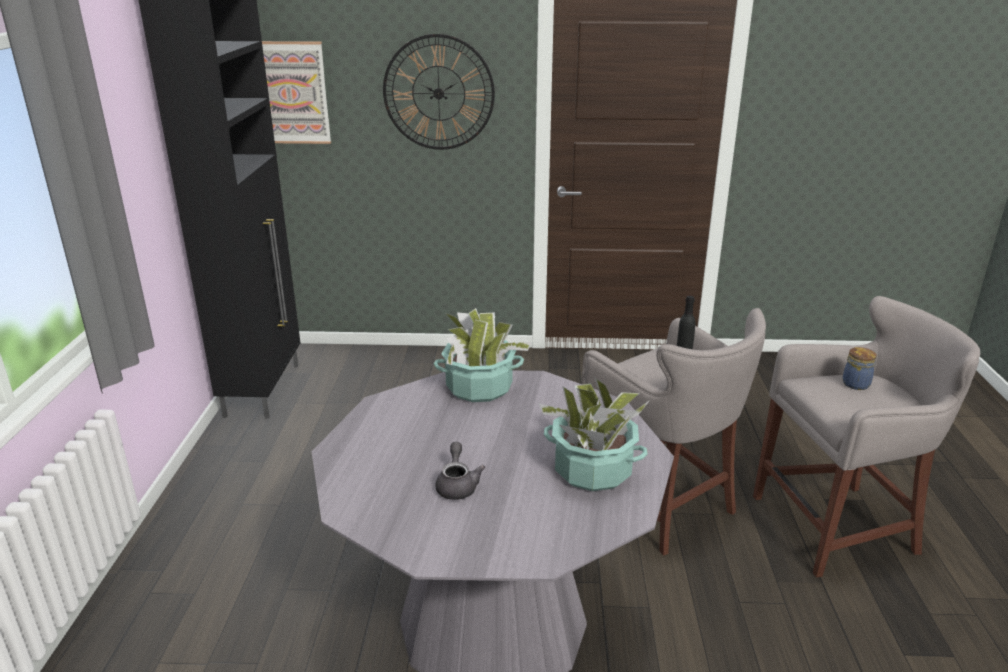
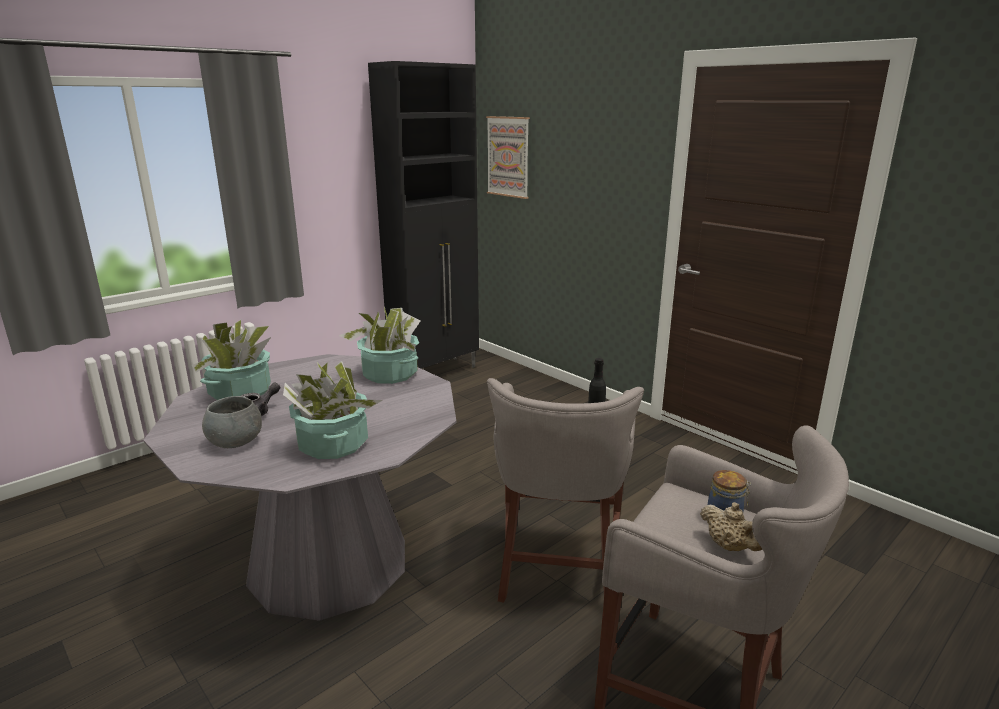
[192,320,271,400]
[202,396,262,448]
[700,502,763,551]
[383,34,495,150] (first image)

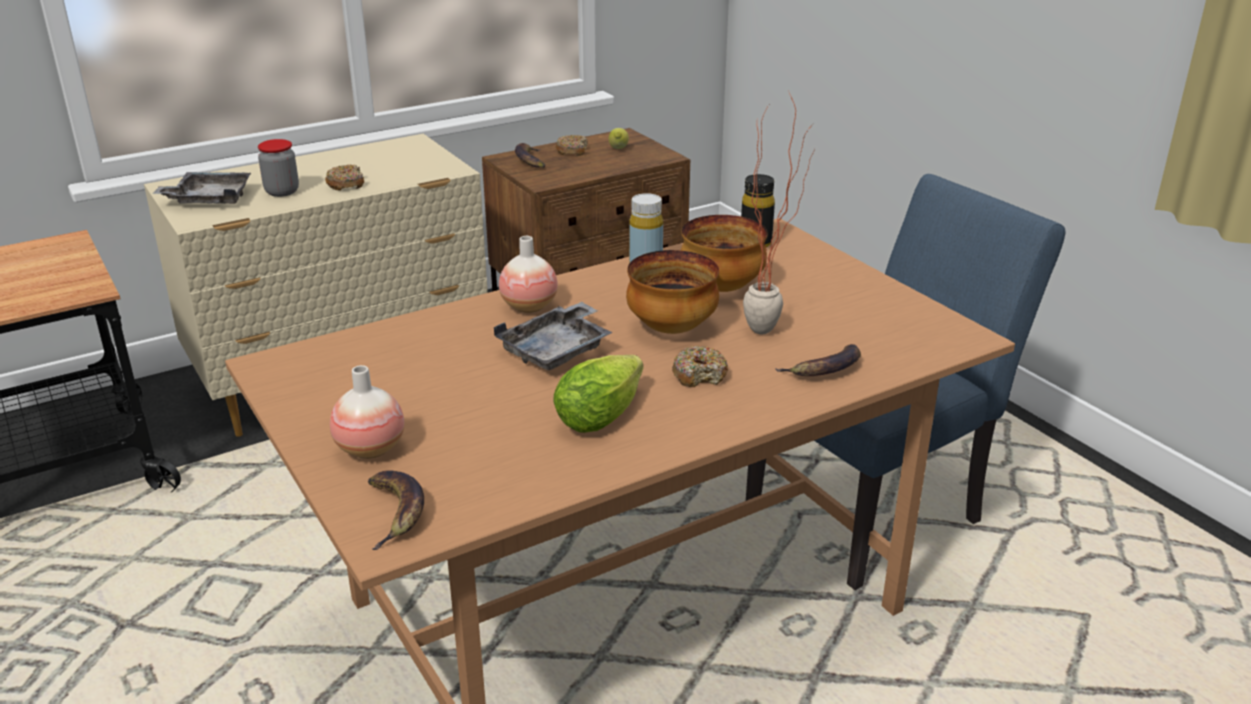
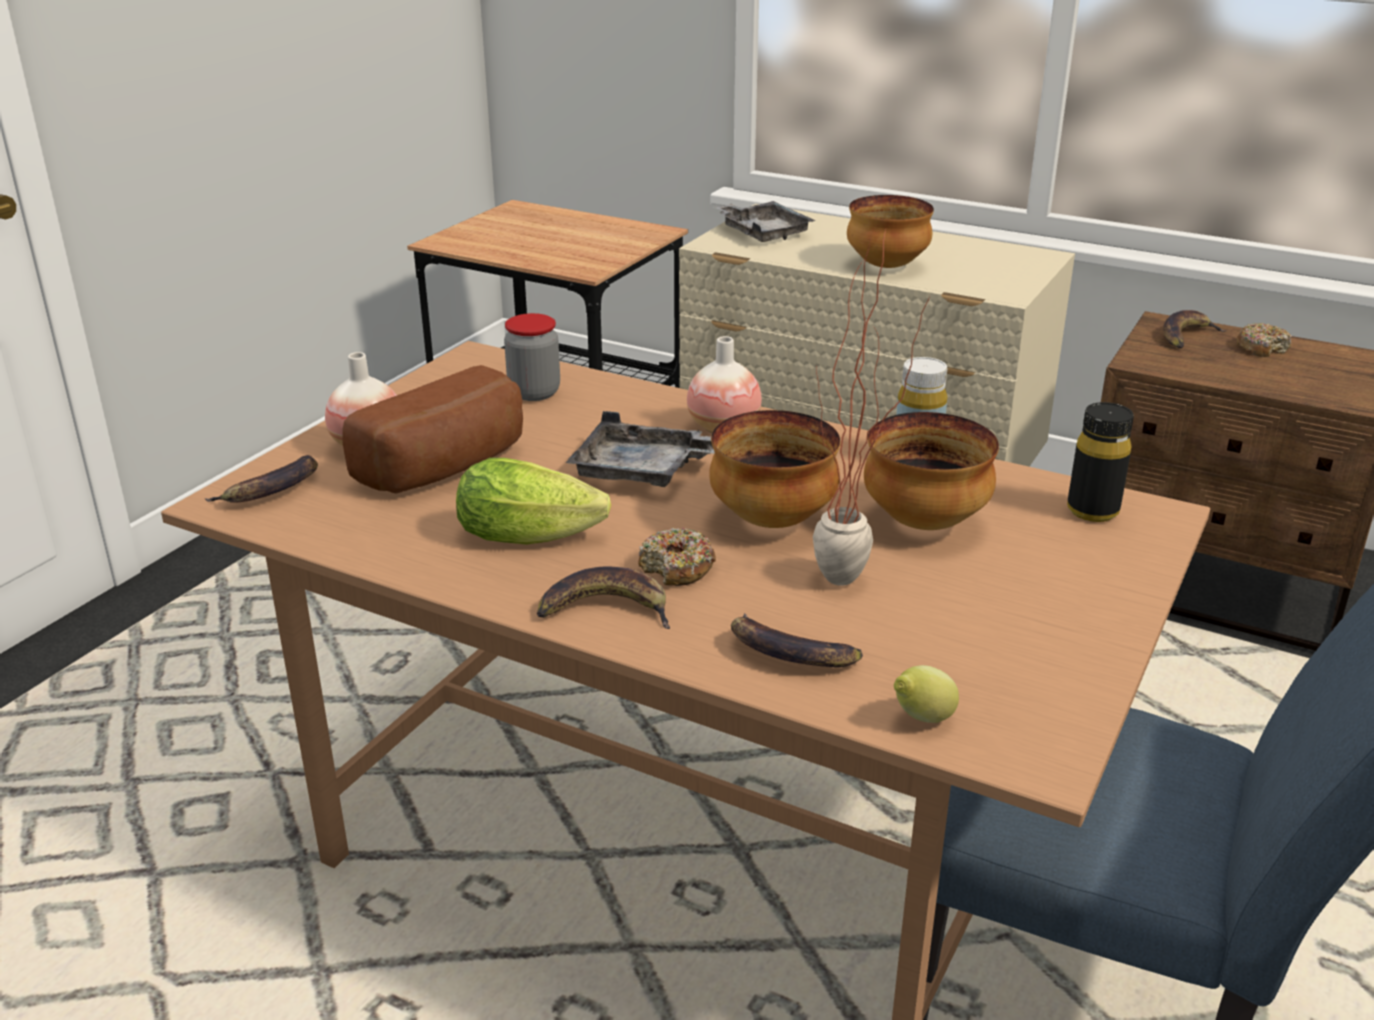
[342,365,523,494]
[504,313,560,401]
[537,566,670,629]
[847,195,934,268]
[894,665,959,723]

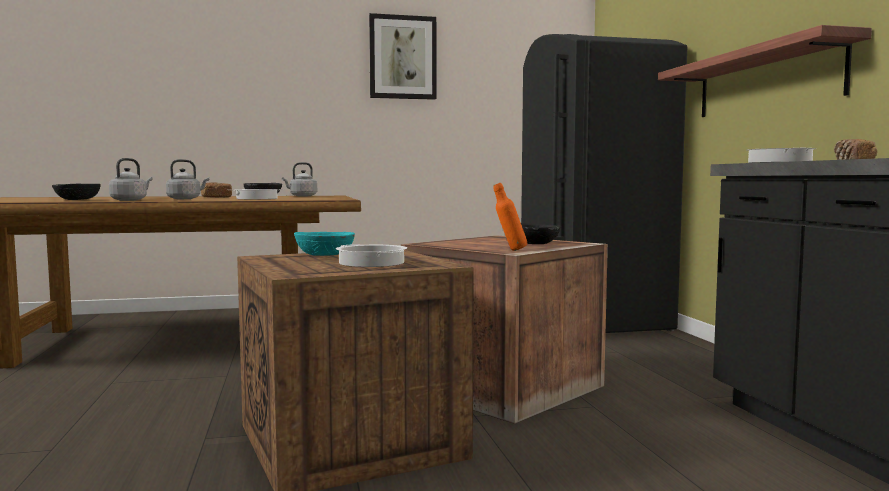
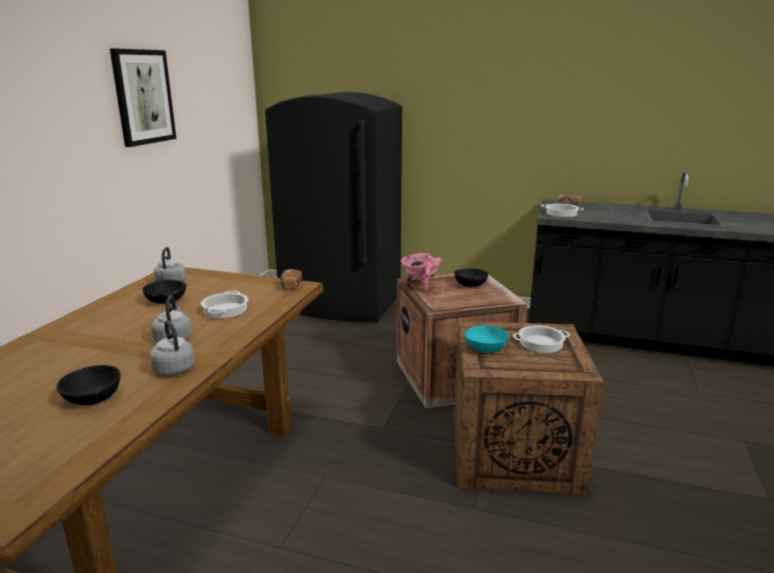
[280,269,302,290]
[401,253,442,293]
[493,183,527,251] (first image)
[658,25,872,117] (first image)

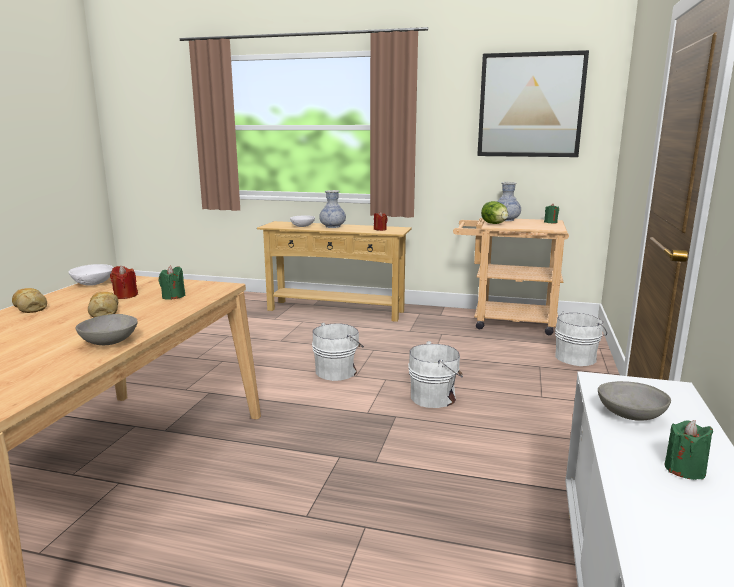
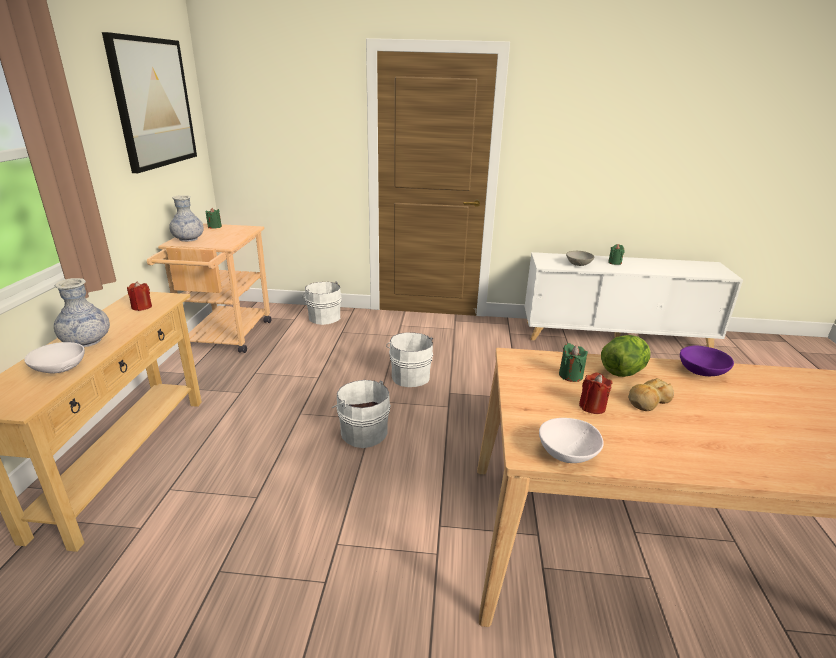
[601,335,651,377]
[680,346,734,376]
[12,288,47,313] (first image)

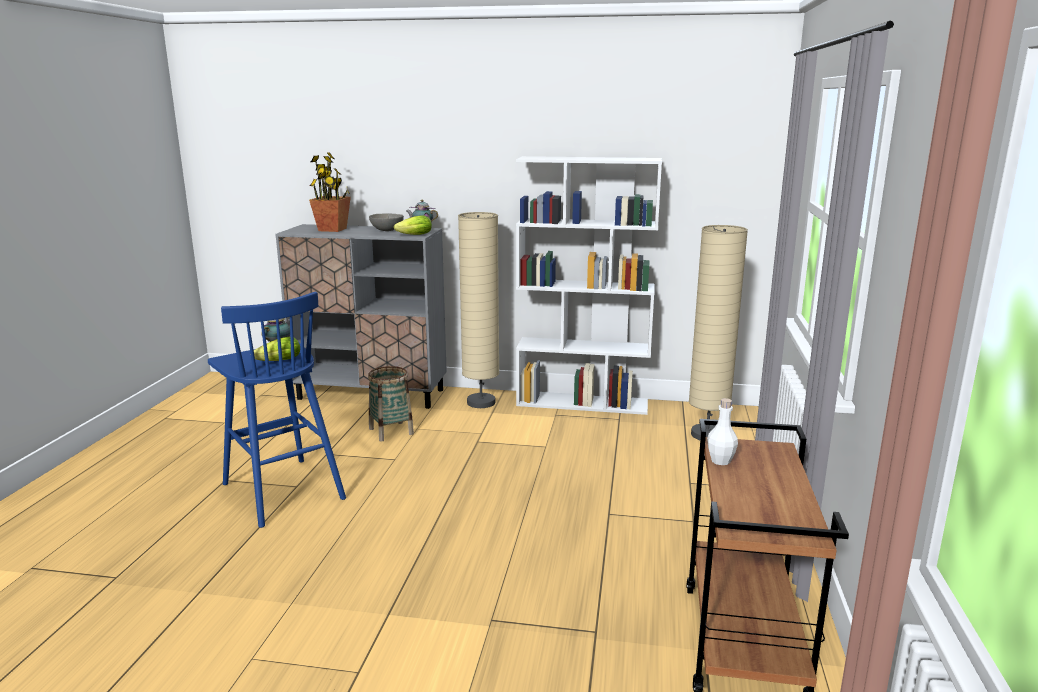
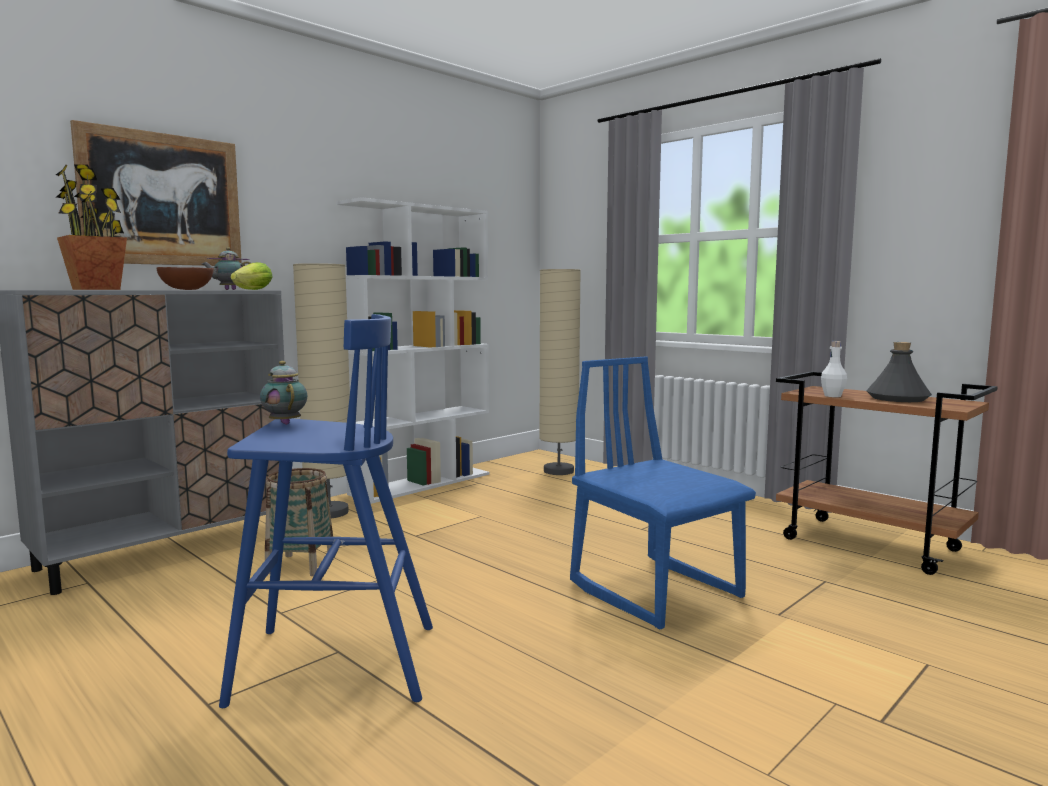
[70,120,242,266]
[157,267,214,290]
[570,356,756,629]
[867,342,932,402]
[250,337,300,361] (first image)

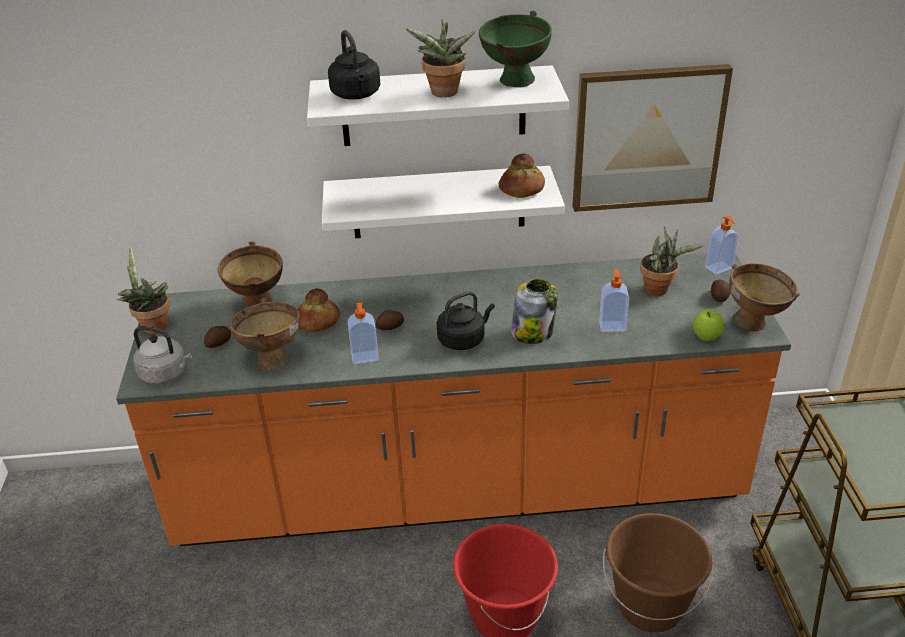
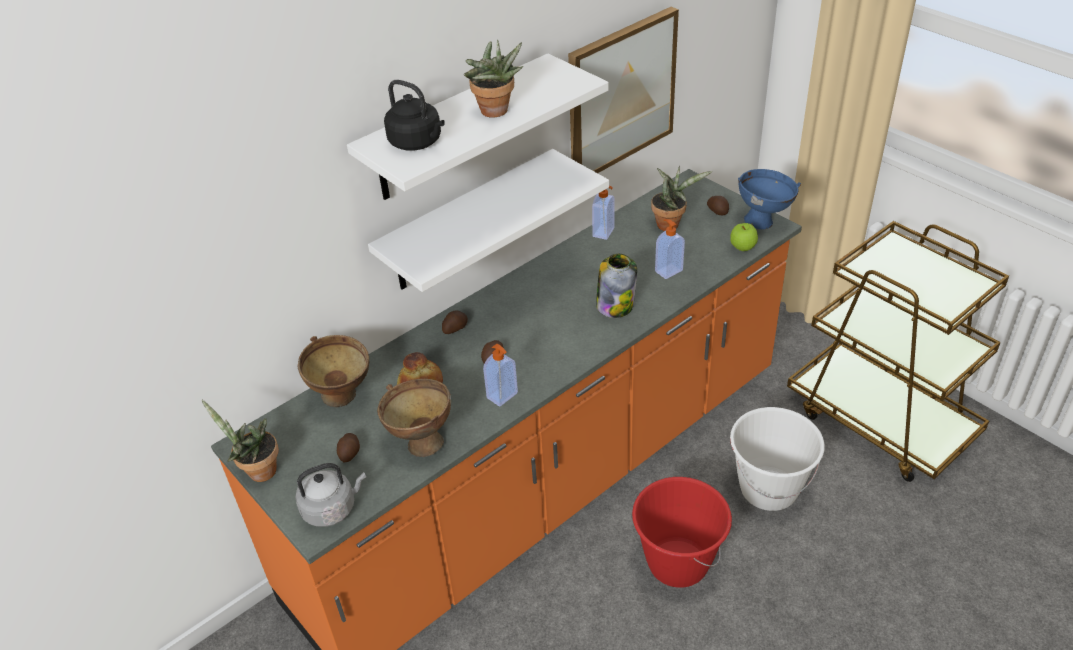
[442,311,468,334]
[592,185,615,240]
[730,407,825,511]
[738,169,801,229]
[437,291,495,350] (first image)
[479,11,552,88] (first image)
[498,153,545,198] (first image)

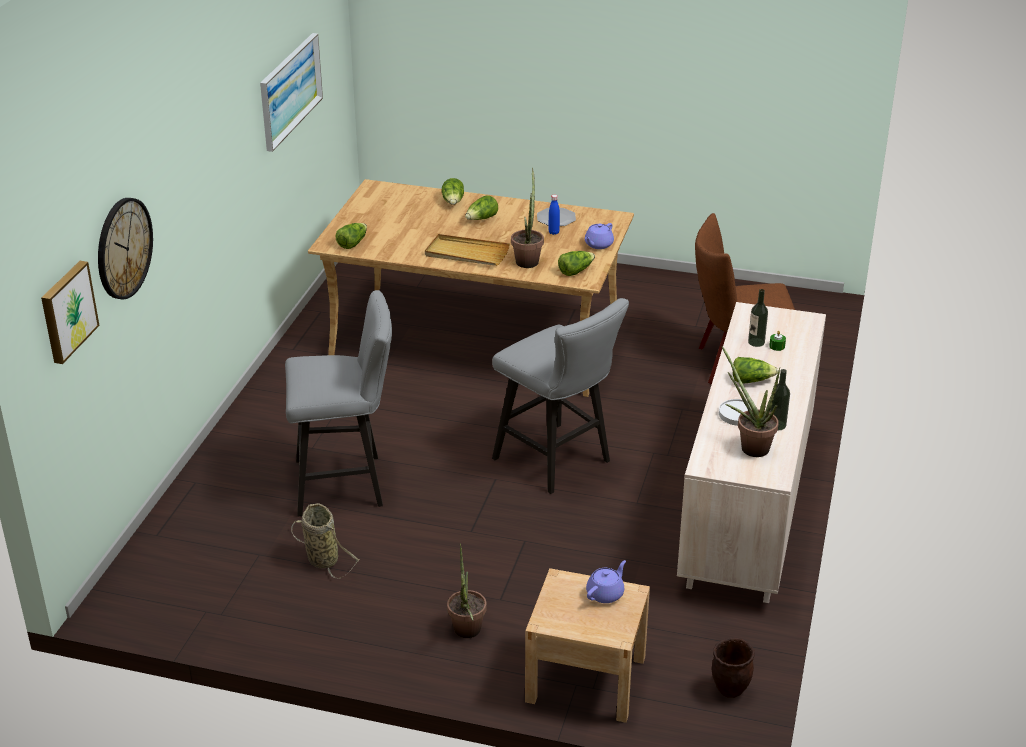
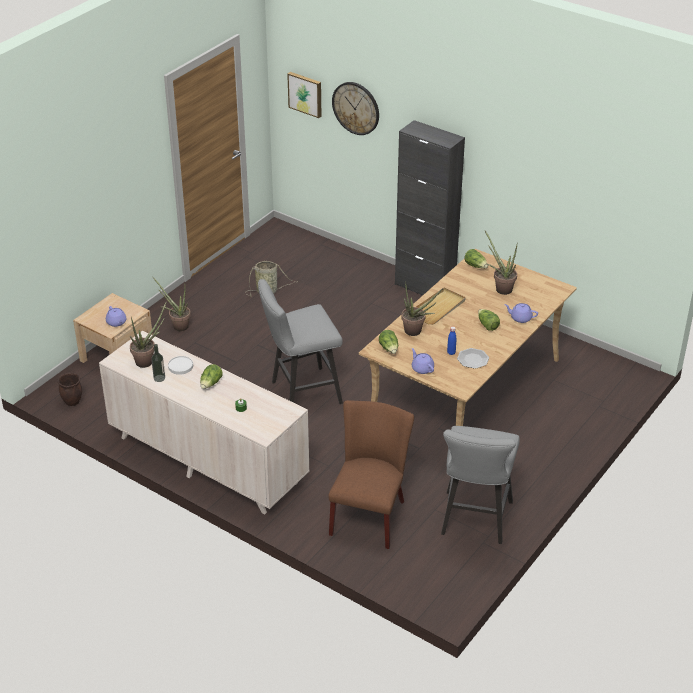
[395,120,465,295]
[441,426,520,544]
[485,231,518,295]
[504,303,538,323]
[260,33,323,152] (first image)
[748,289,768,347] (first image)

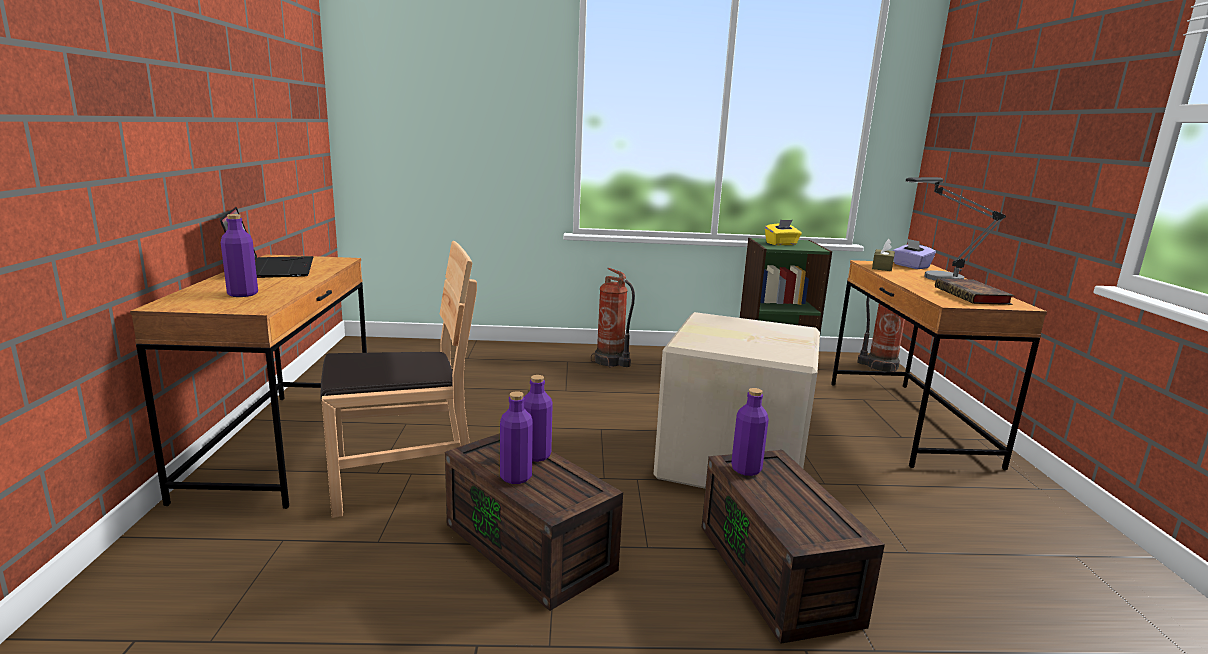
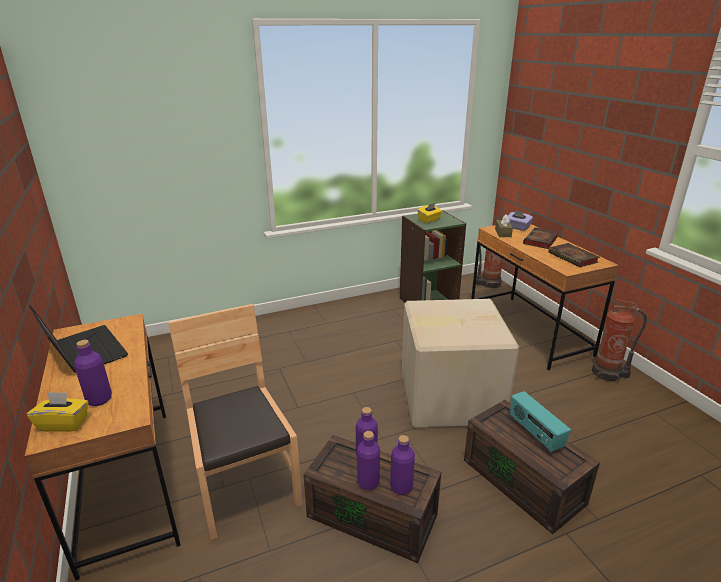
[27,392,88,432]
[168,304,303,540]
[390,435,415,495]
[510,391,571,452]
[523,227,558,249]
[592,299,647,382]

